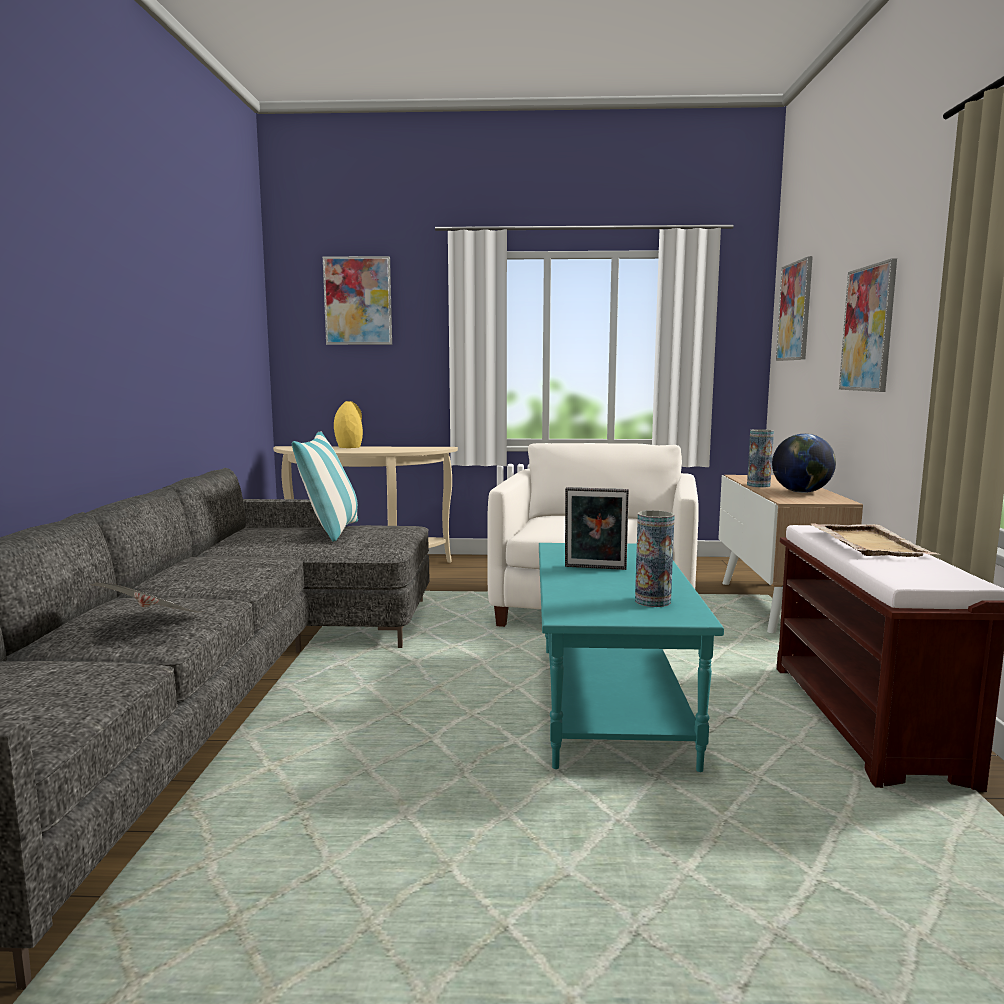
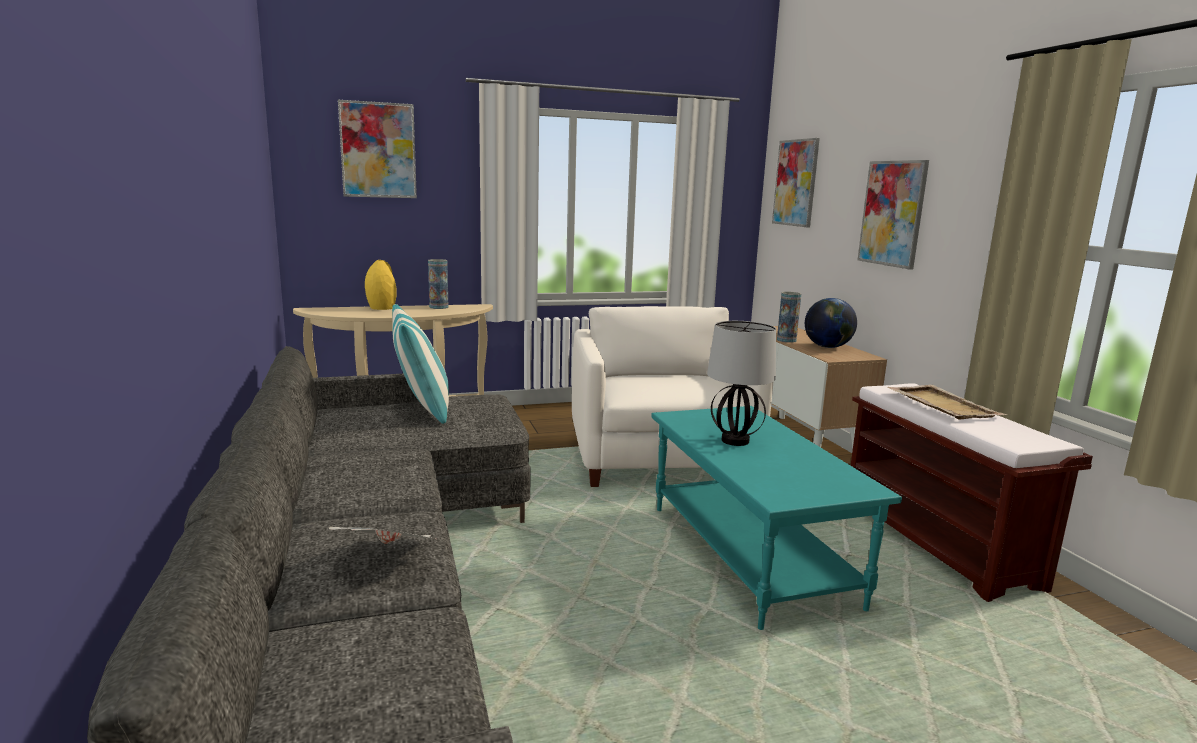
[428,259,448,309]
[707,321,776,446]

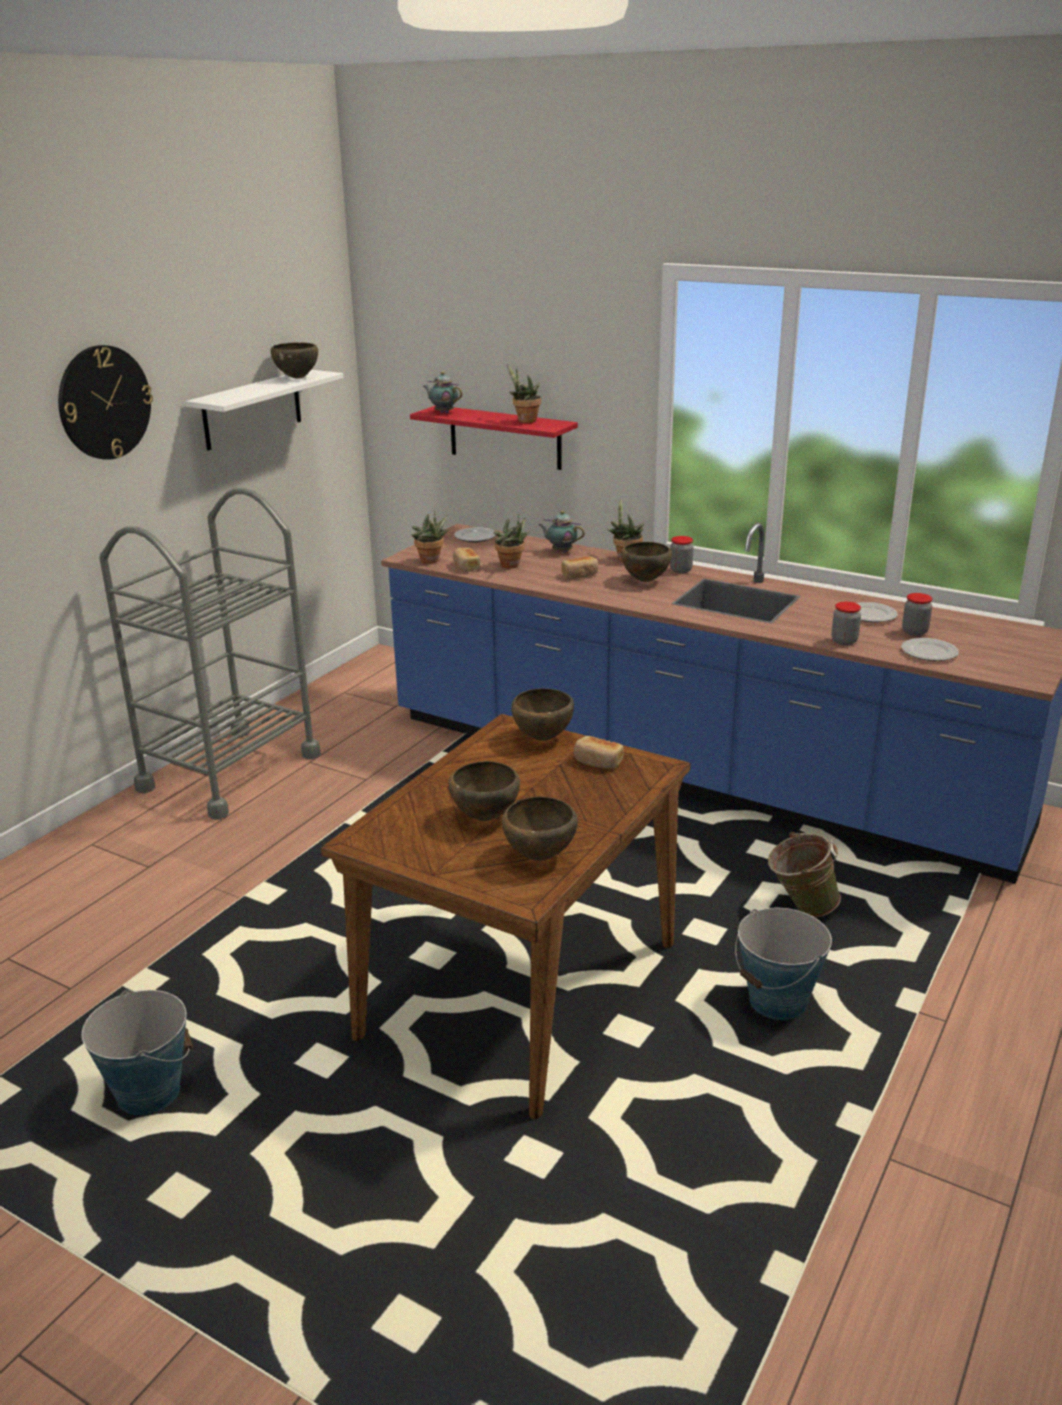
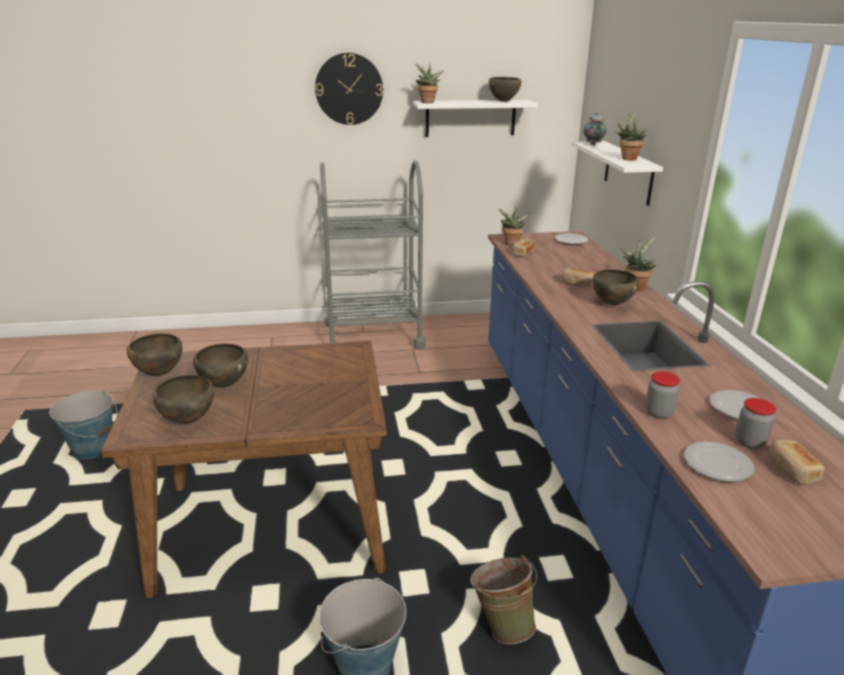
[127,333,182,376]
[416,64,444,103]
[572,141,663,206]
[768,439,824,485]
[538,511,585,552] (first image)
[670,536,694,573] (first image)

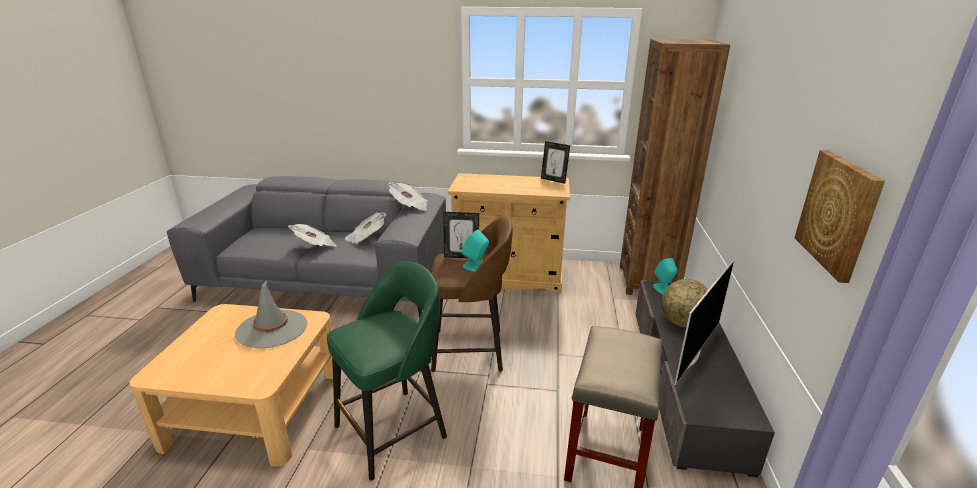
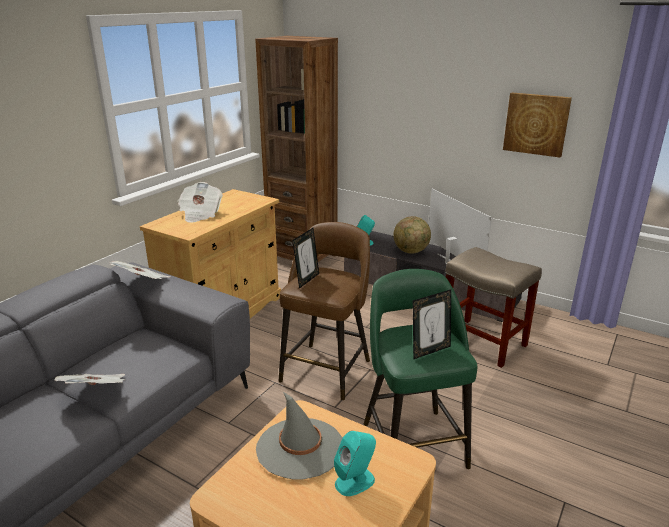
[177,182,223,223]
[334,431,376,496]
[413,289,451,360]

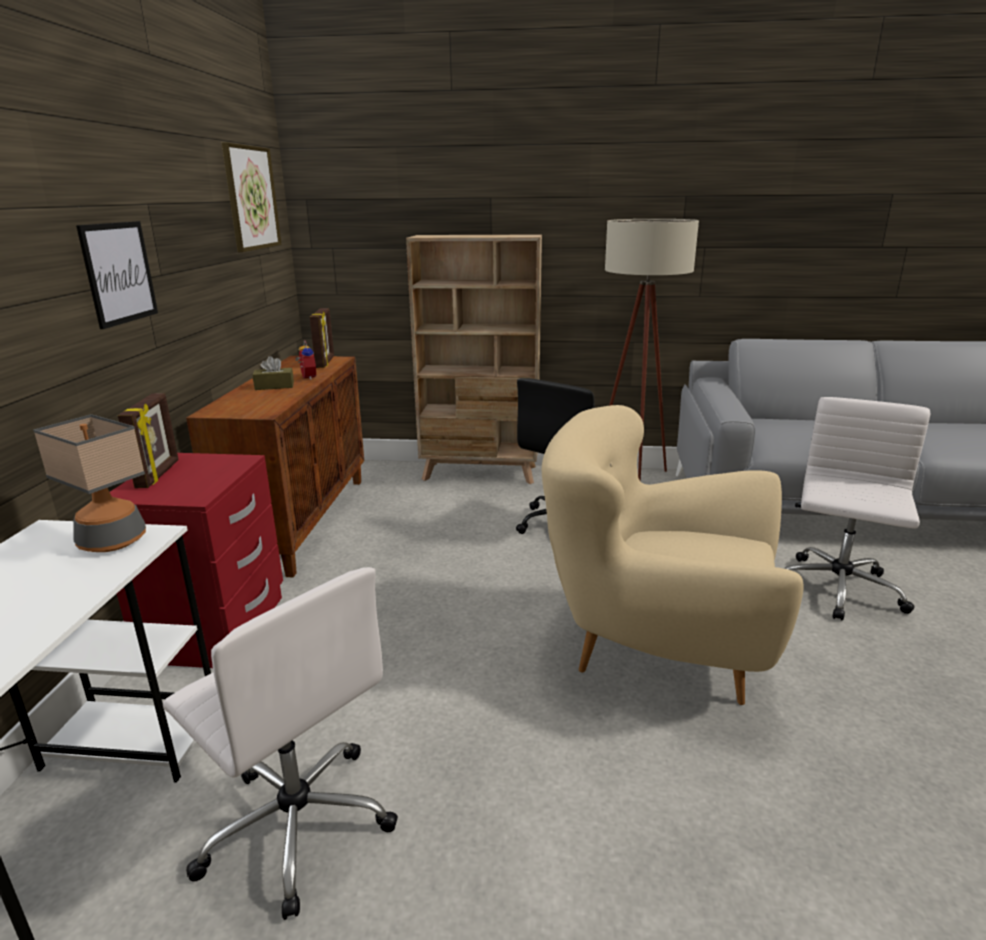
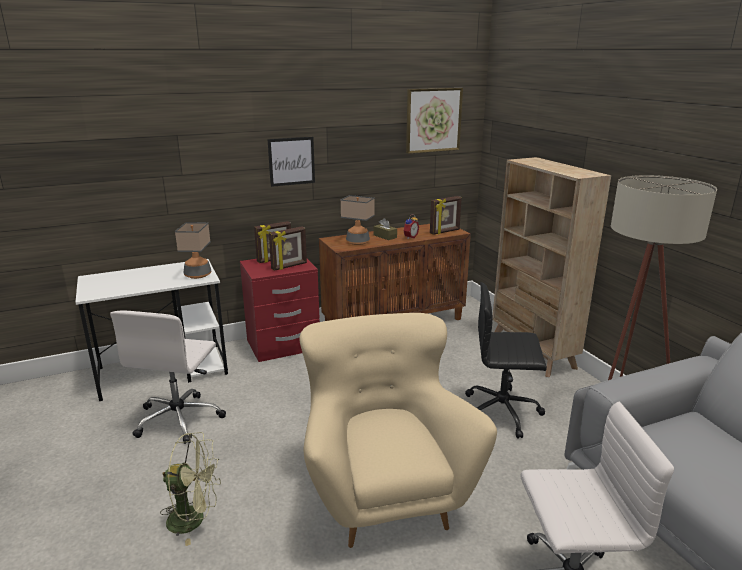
[160,432,221,546]
[269,226,307,271]
[340,195,375,245]

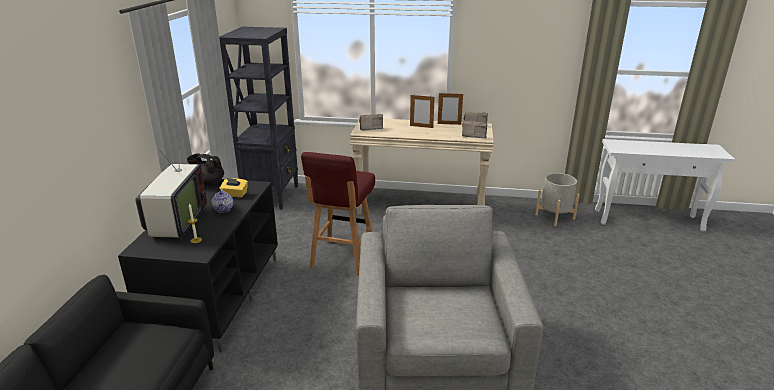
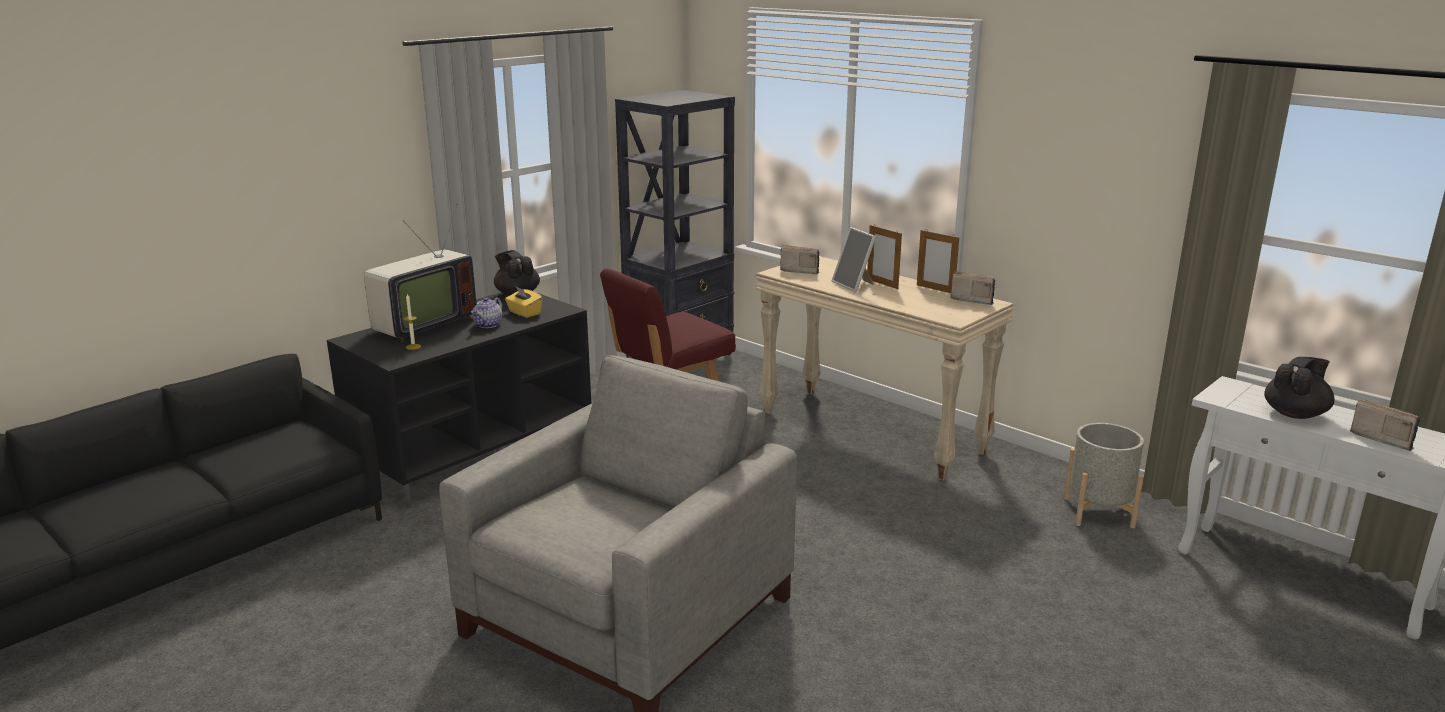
[832,227,876,292]
[1264,357,1334,419]
[1350,399,1420,451]

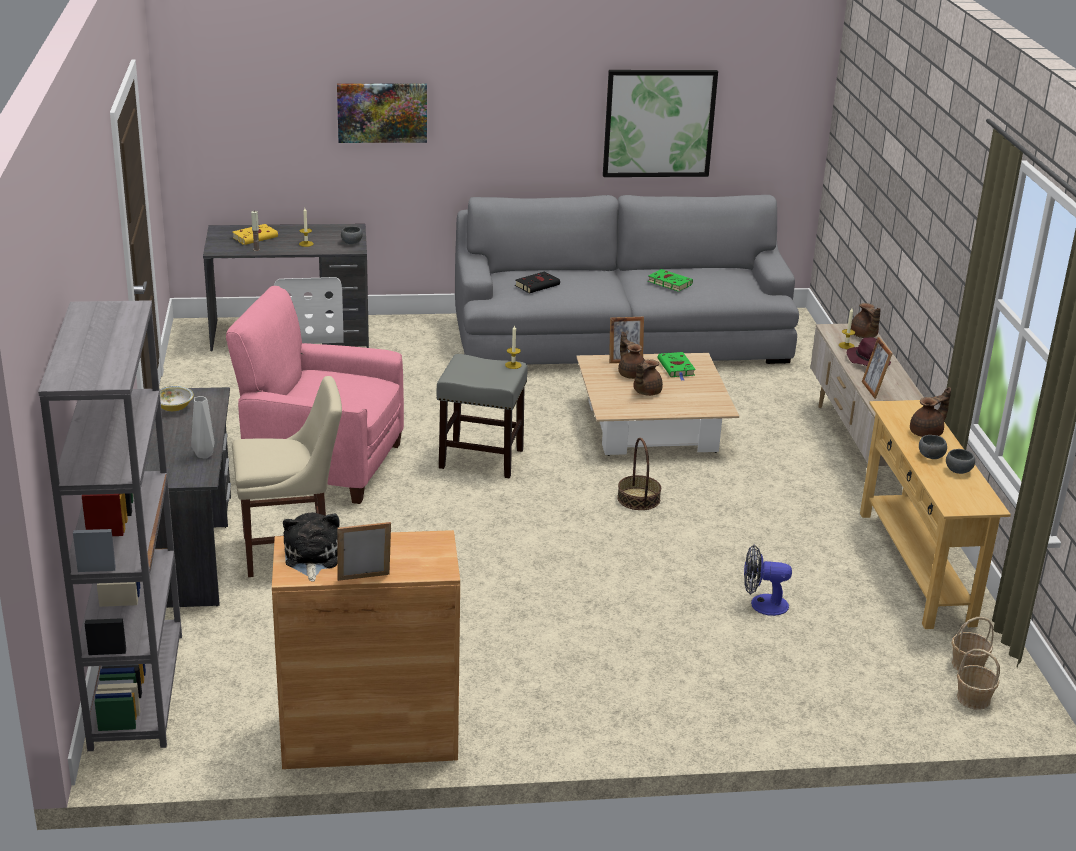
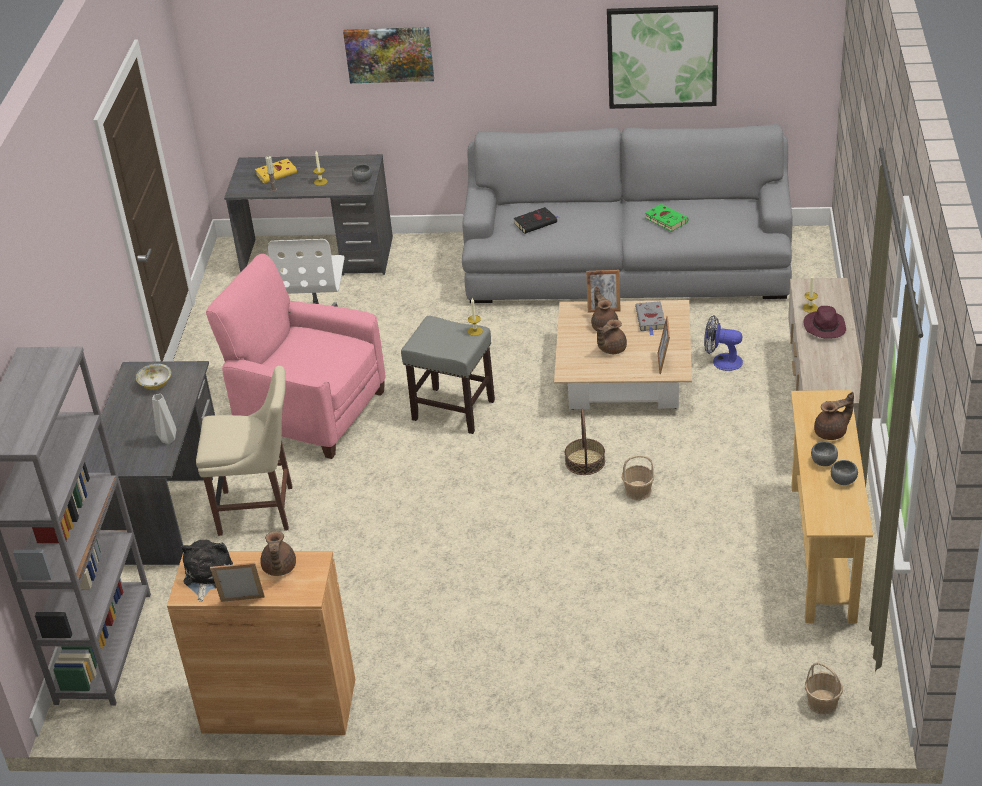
[261,531,296,576]
[622,455,654,500]
[635,301,665,335]
[658,316,670,374]
[704,315,743,371]

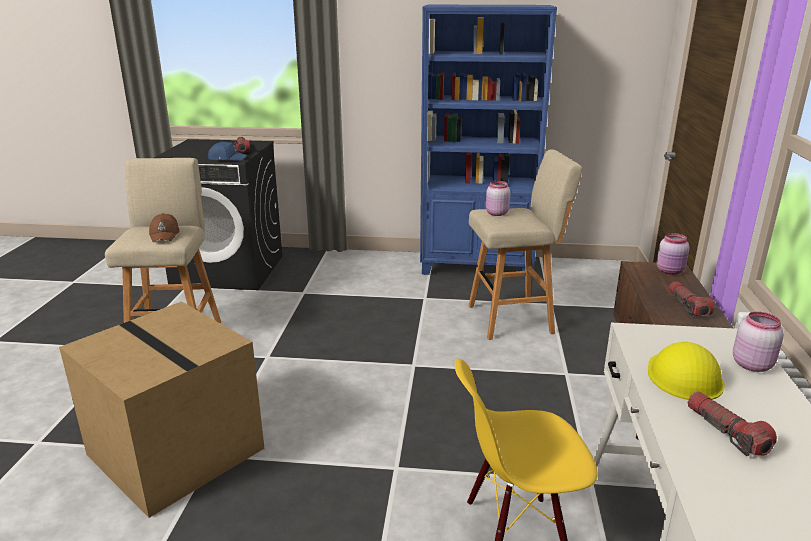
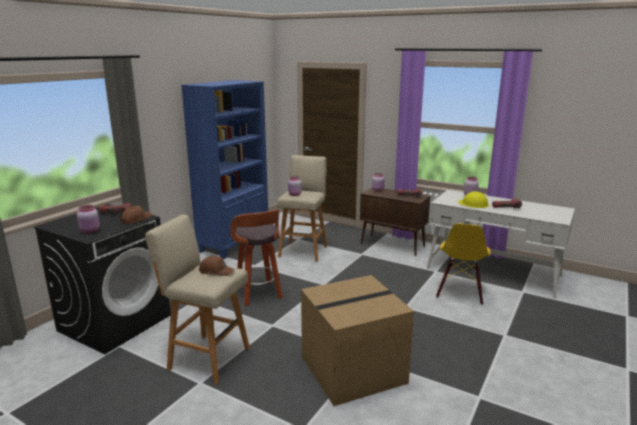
[77,205,100,234]
[121,205,151,224]
[230,209,283,306]

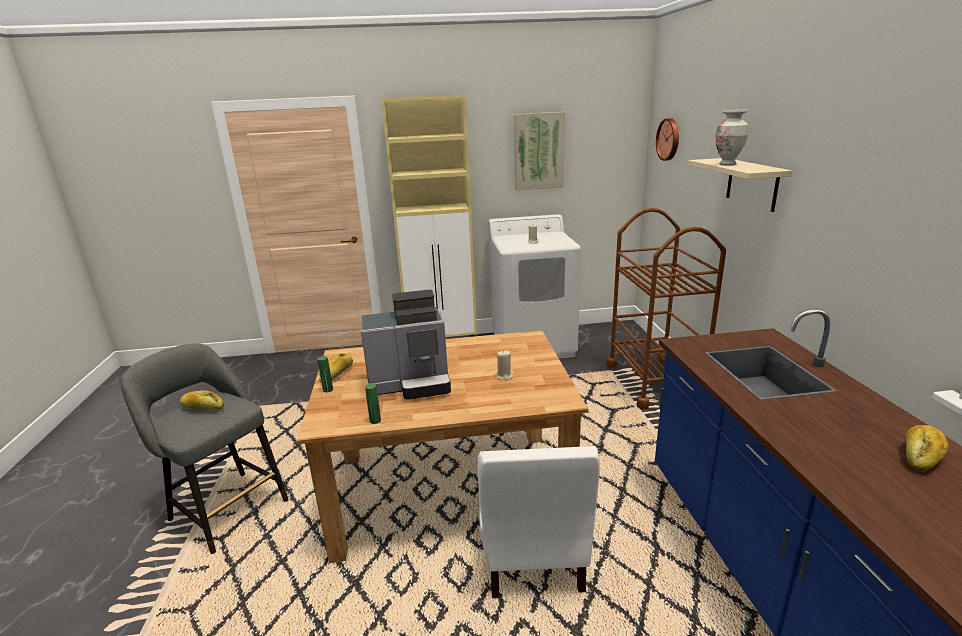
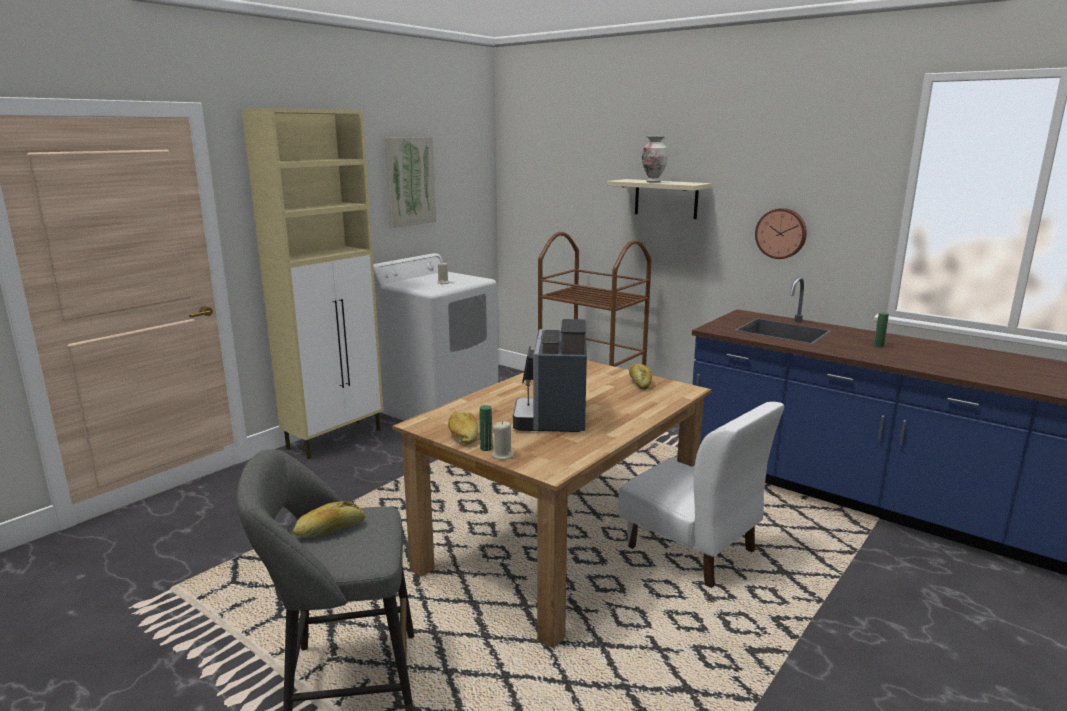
[492,421,515,460]
[513,319,587,432]
[629,363,652,390]
[755,208,807,259]
[874,312,889,347]

